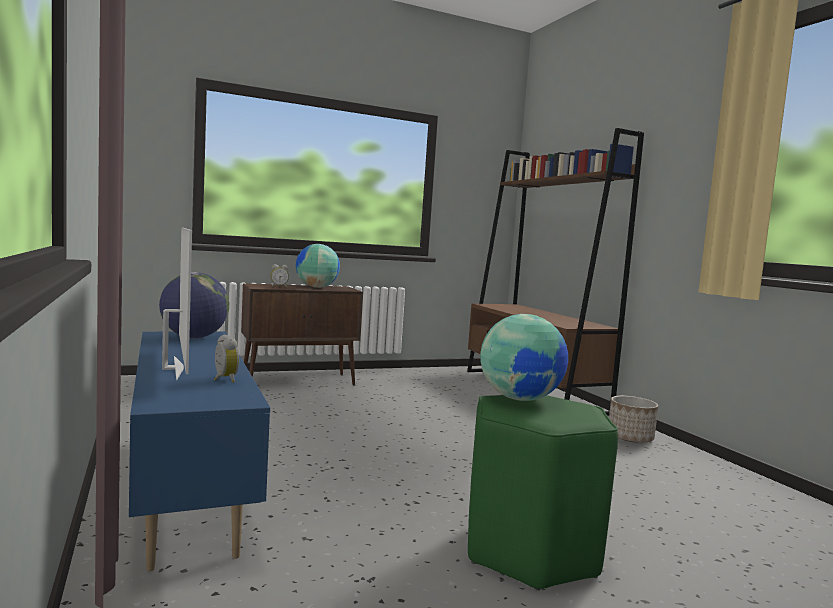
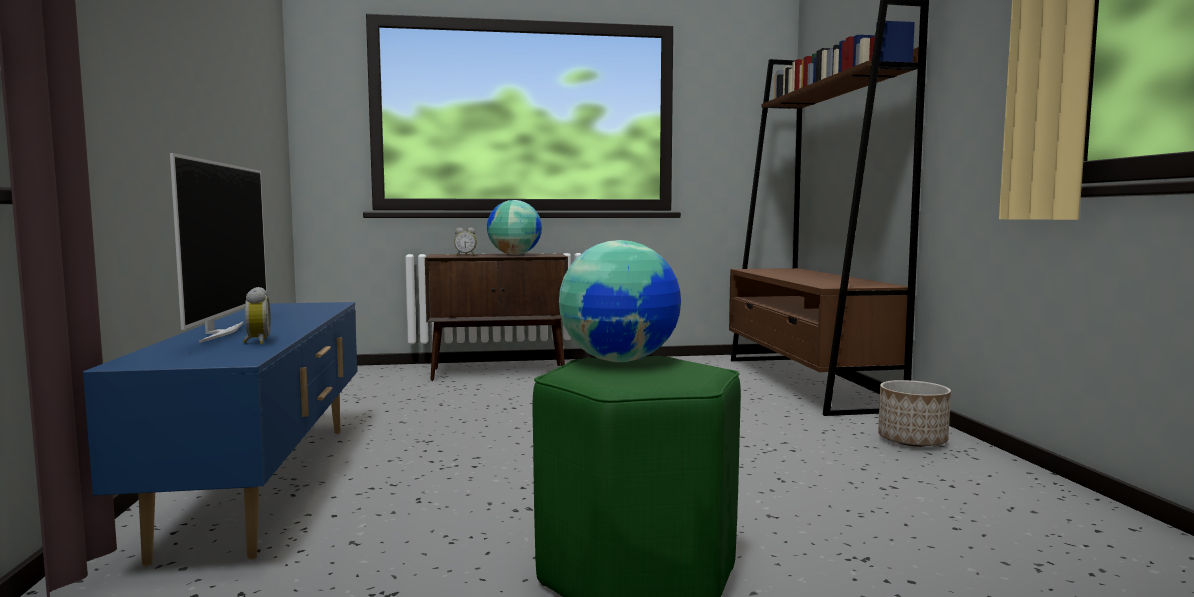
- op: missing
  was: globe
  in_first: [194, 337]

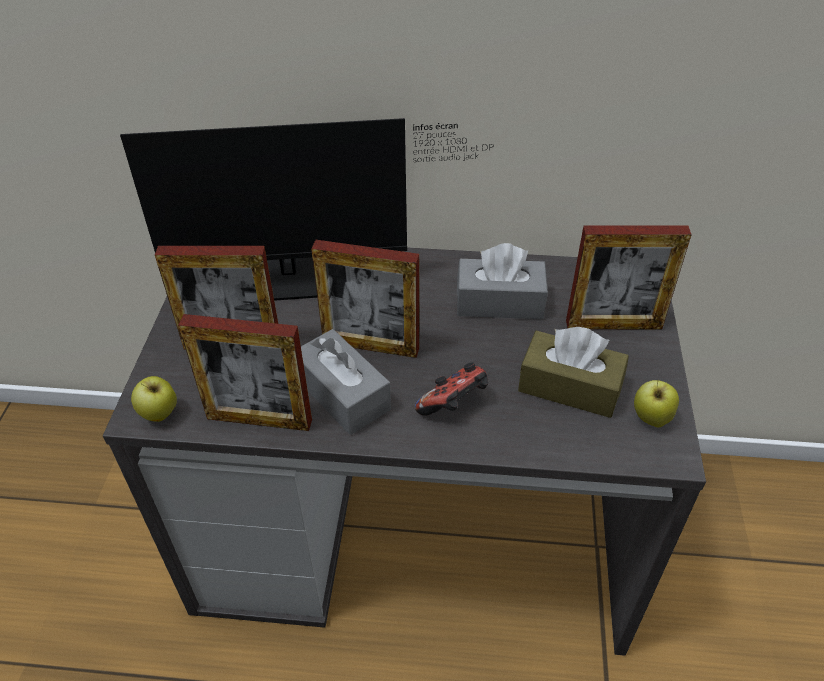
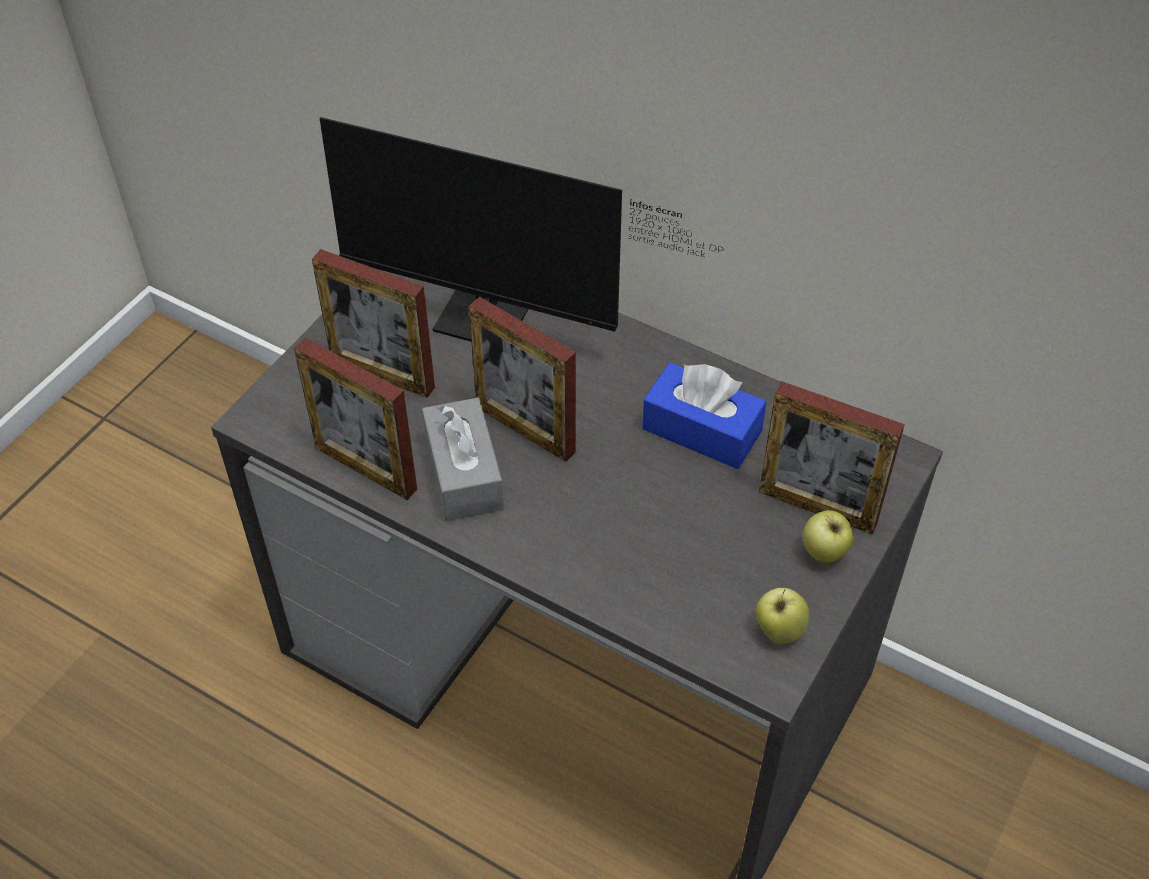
- op: colour
  was: grey tissue box
  now: blue tissue box
  in_first: [499, 302]
  in_second: [701, 430]
- op: relocated
  was: apple
  in_first: [160, 414]
  in_second: [824, 553]
- op: missing
  was: game controller
  in_first: [454, 405]
- op: missing
  was: brown tissue box
  in_first: [569, 387]

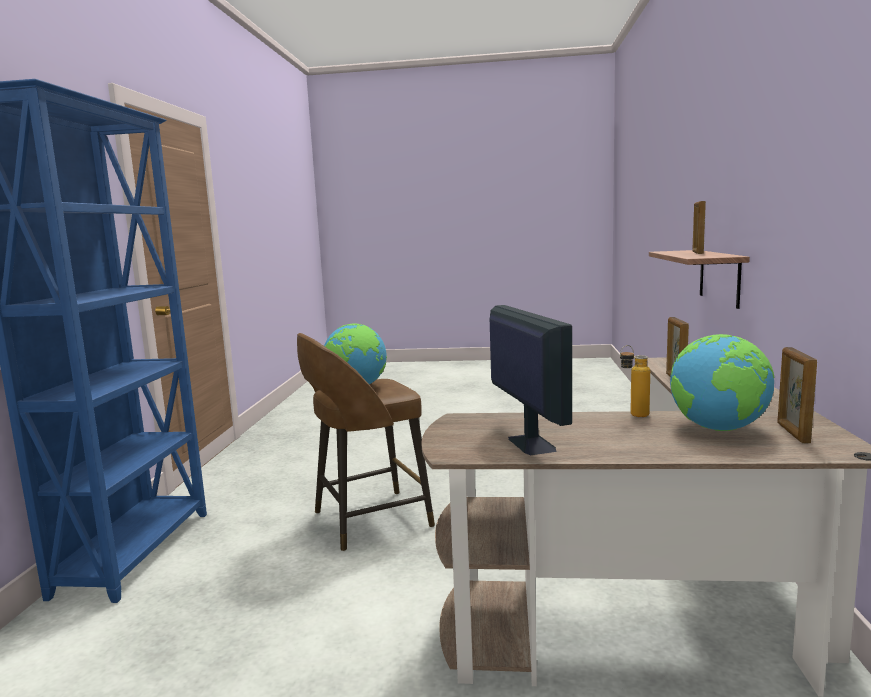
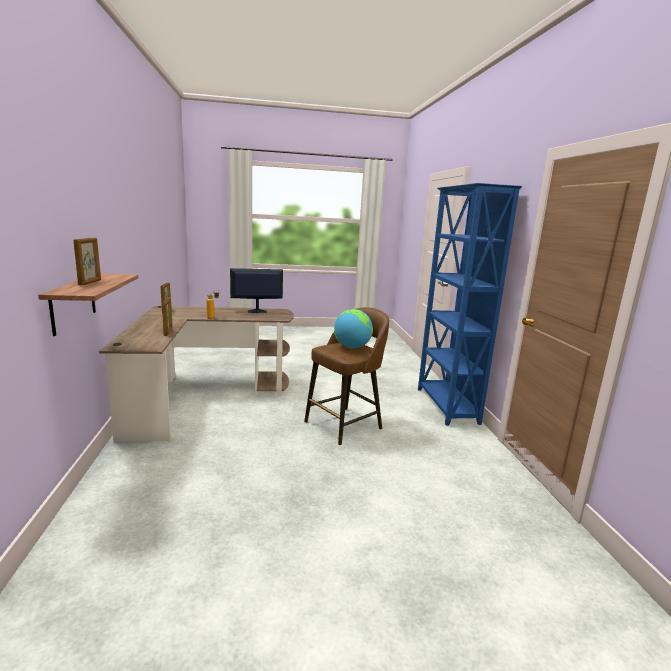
- op: spun
  was: monitor
  in_first: [530, 443]
  in_second: [256, 311]
  clockwise: 105
- op: missing
  was: globe
  in_first: [719, 428]

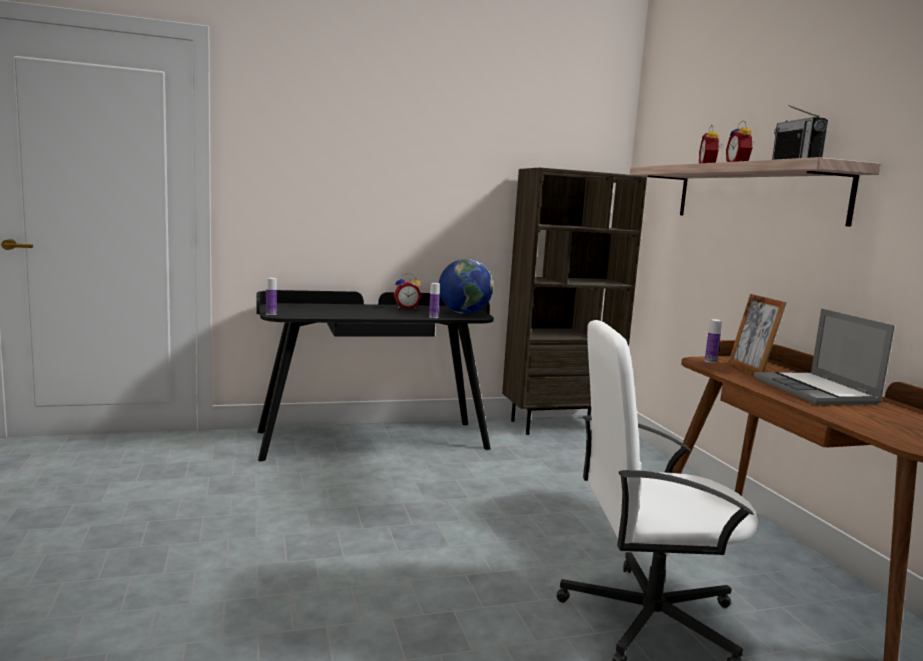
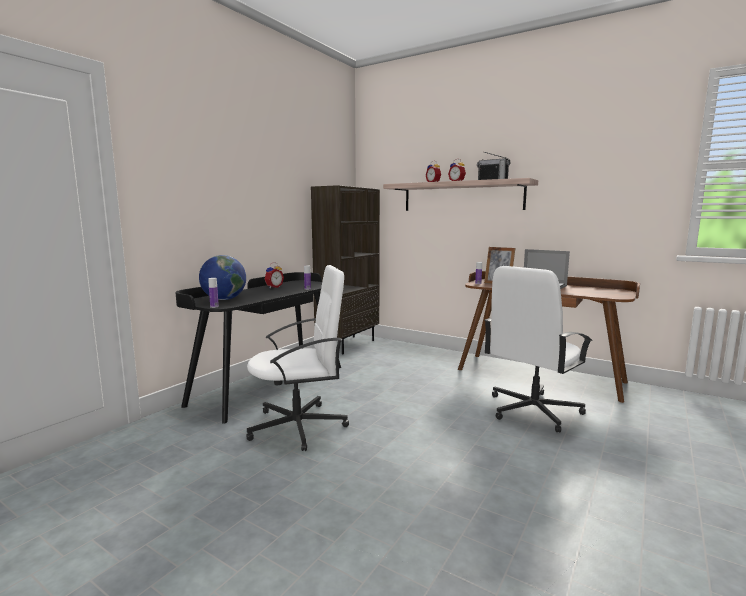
- op: relocated
  was: globe
  in_first: [464, 313]
  in_second: [224, 299]
- op: appeared
  now: white office chair
  in_second: [299, 426]

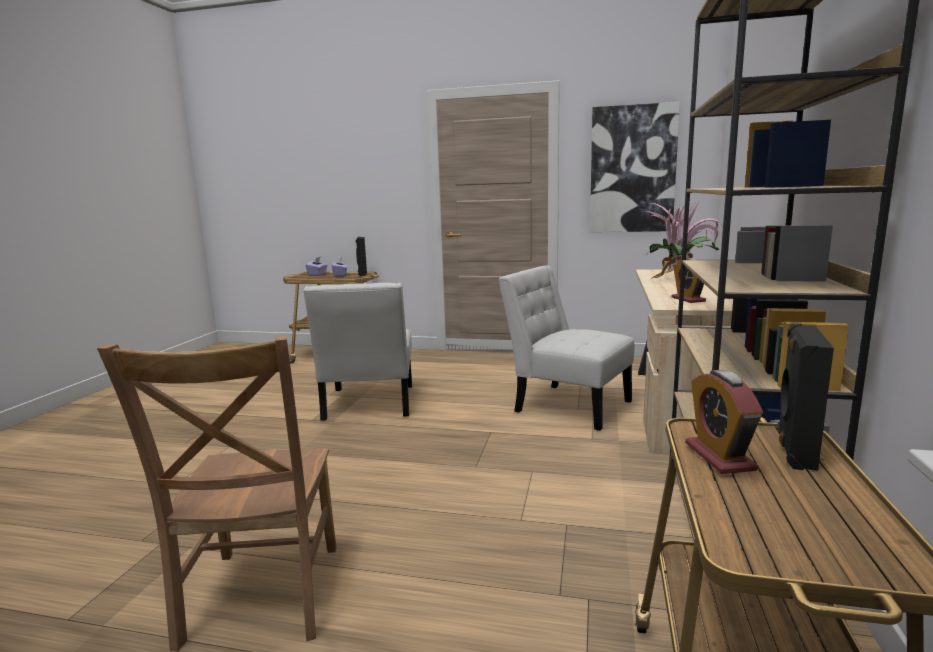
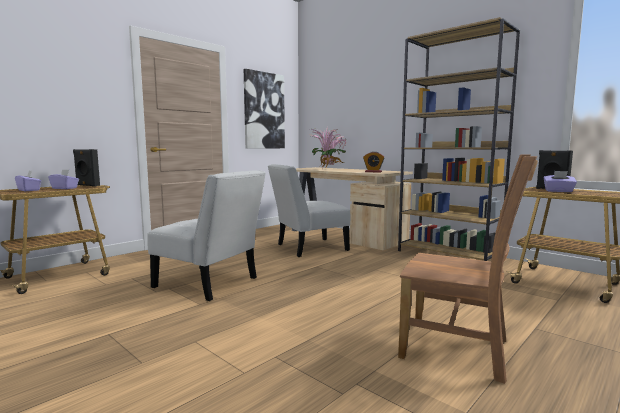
- op: exchanged
  was: alarm clock
  now: purple tissue box
  in_first: [719, 456]
  in_second: [558, 191]

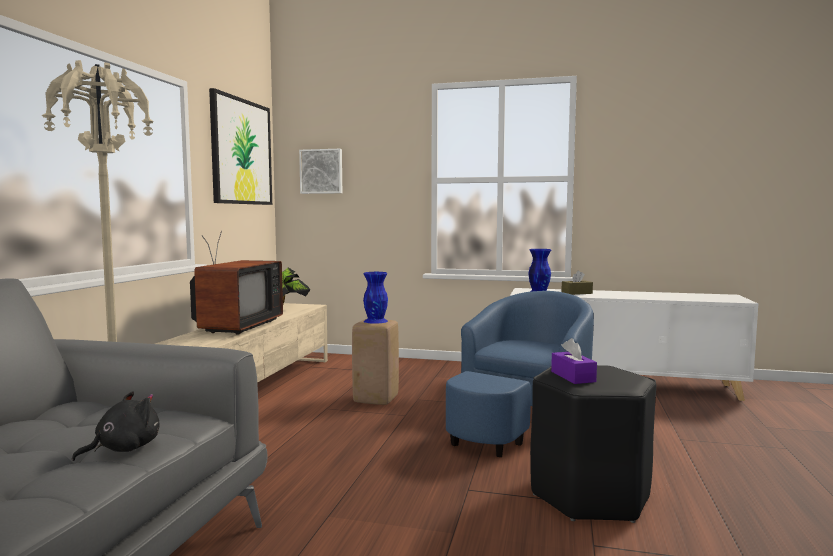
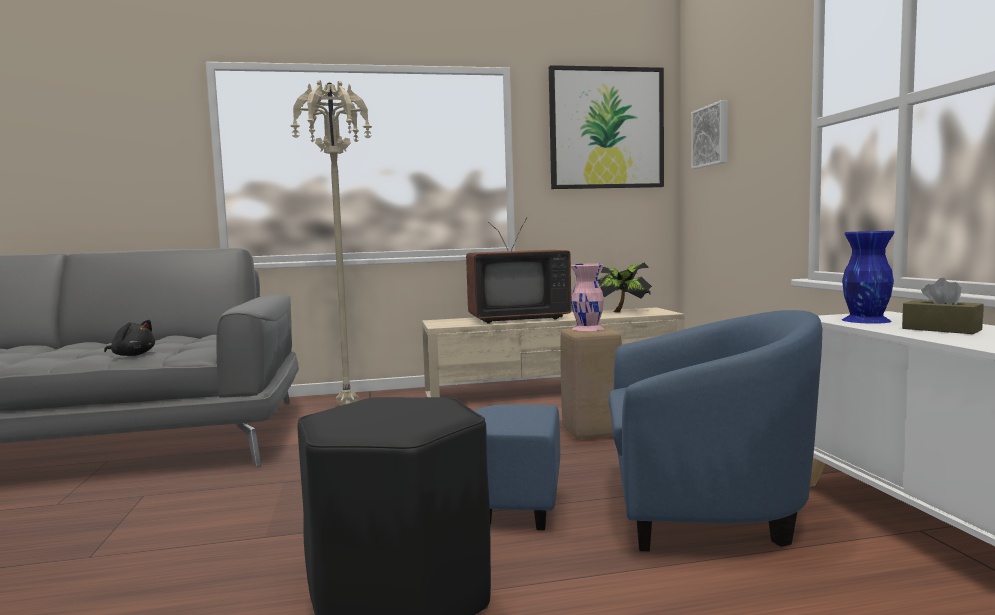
- op: colour
  was: blue vase
  now: pink vase
  in_first: [375, 321]
  in_second: [588, 328]
- op: missing
  was: purple tissue box
  in_first: [573, 376]

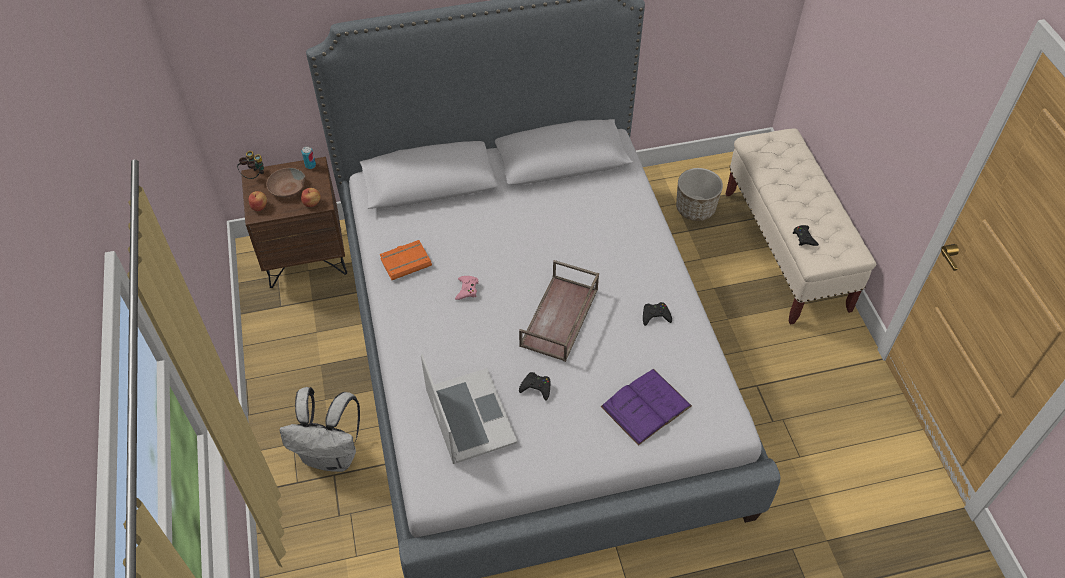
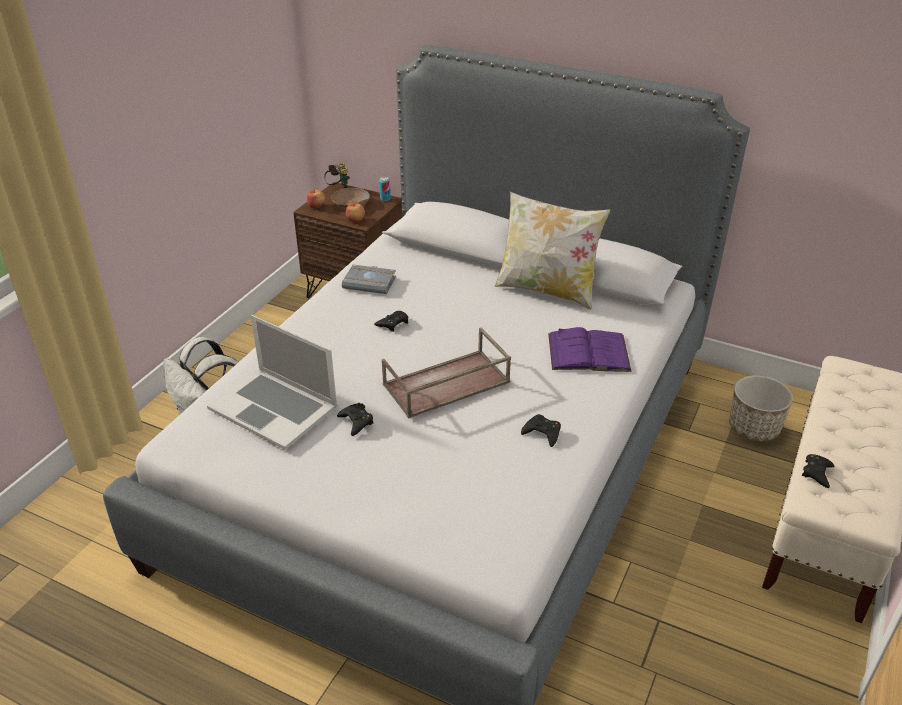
- op: spun
  was: laptop
  in_first: [469, 416]
  in_second: [273, 407]
  clockwise: 105
- op: colour
  was: orange book
  now: grey book
  in_first: [406, 261]
  in_second: [371, 282]
- op: colour
  was: pink game controller
  now: black game controller
  in_first: [467, 289]
  in_second: [393, 323]
- op: appeared
  now: pillow
  in_second: [547, 290]
- op: relocated
  was: purple book
  in_first: [646, 406]
  in_second: [588, 352]

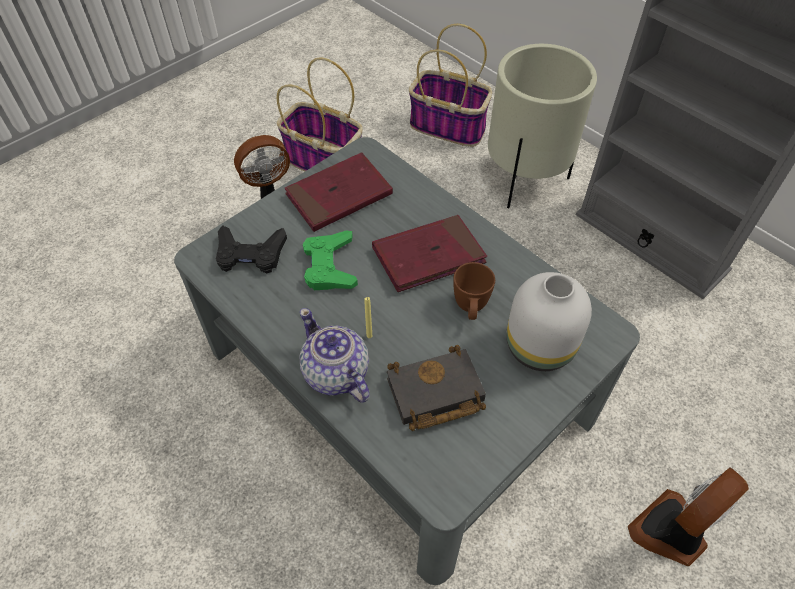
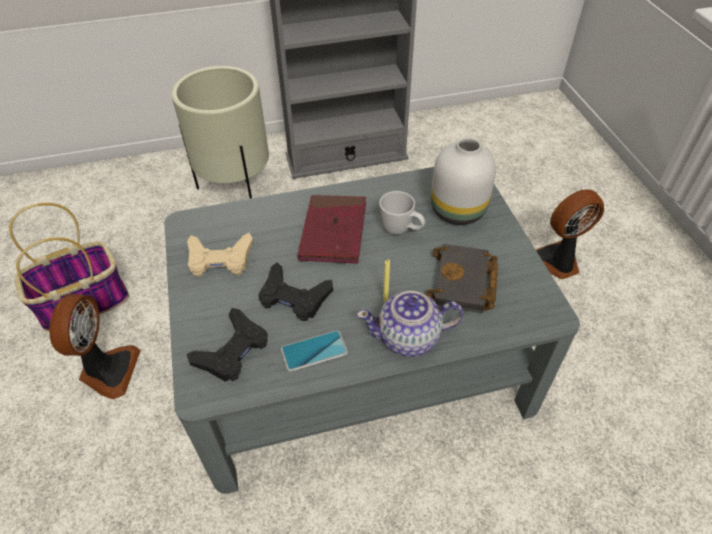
- op: exchanged
  was: red book
  now: beige game controller
  in_first: [339, 195]
  in_second: [220, 259]
- op: colour
  was: green game controller
  now: black game controller
  in_first: [330, 266]
  in_second: [294, 297]
- op: appeared
  now: phone
  in_second: [314, 351]
- op: colour
  was: brown mug
  now: white mug
  in_first: [470, 309]
  in_second: [401, 231]
- op: spun
  was: fan
  in_first: [672, 532]
  in_second: [556, 262]
  clockwise: 75
- op: missing
  was: basket
  in_first: [449, 126]

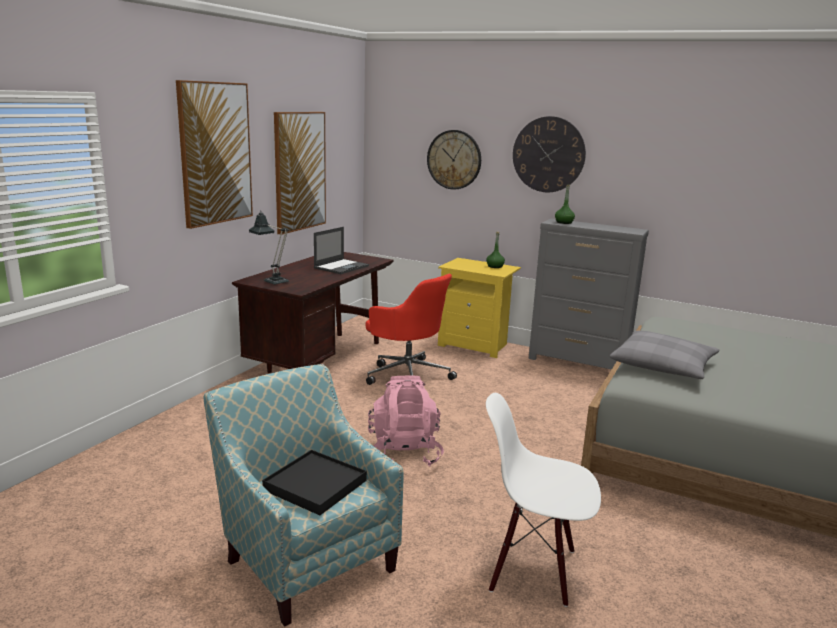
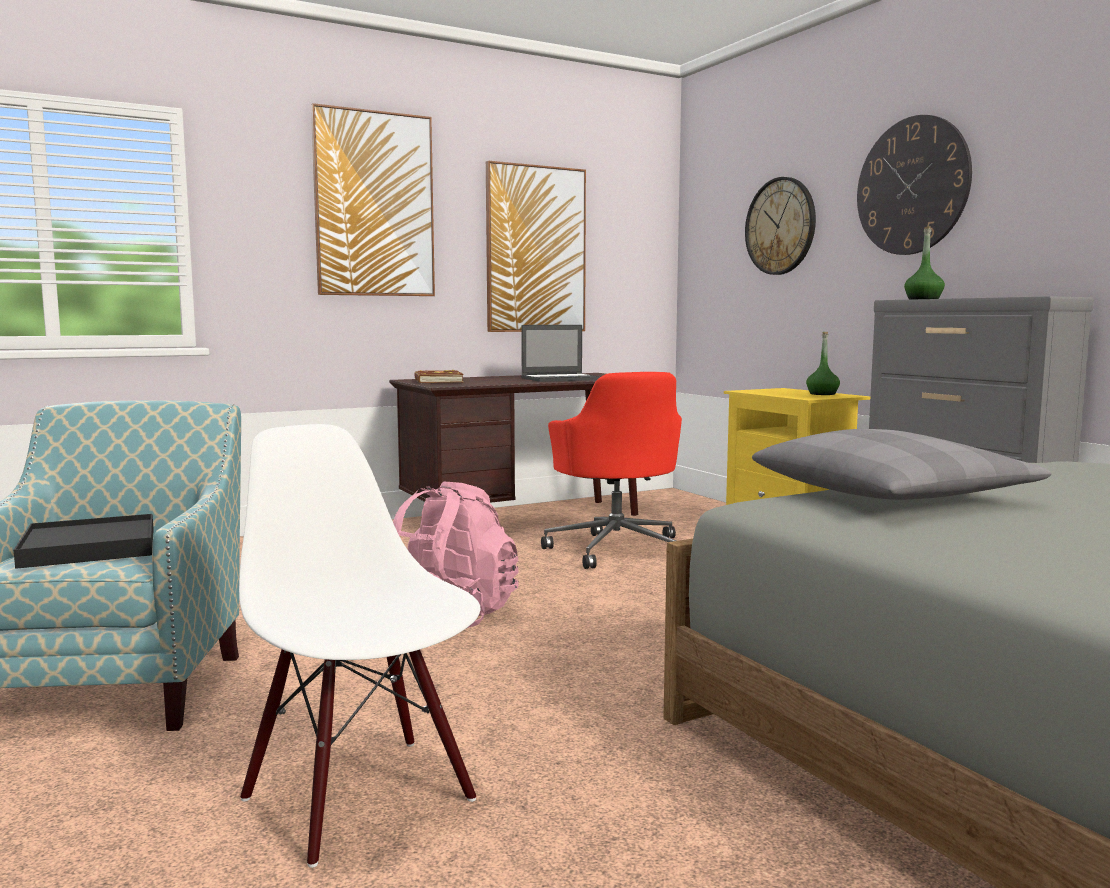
- op: exchanged
  was: table lamp
  now: brown book
  in_first: [273, 281]
  in_second: [437, 381]

